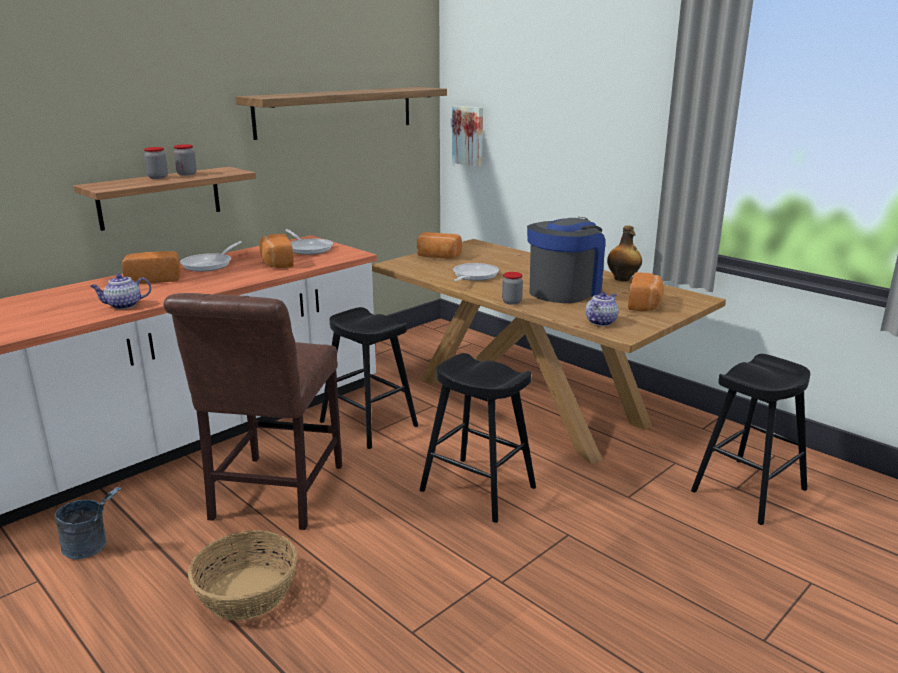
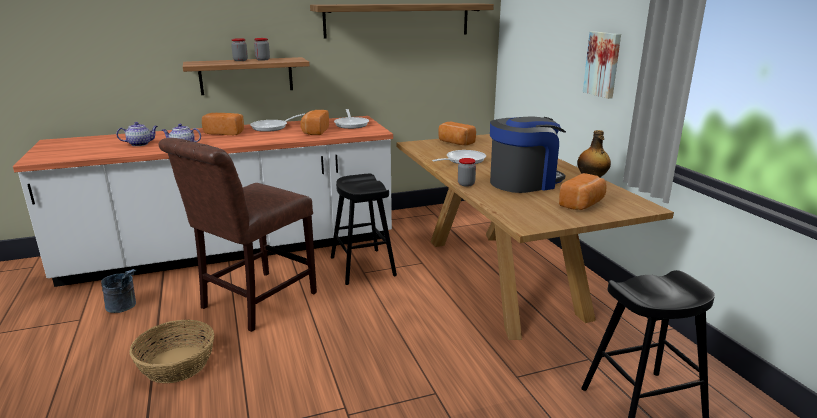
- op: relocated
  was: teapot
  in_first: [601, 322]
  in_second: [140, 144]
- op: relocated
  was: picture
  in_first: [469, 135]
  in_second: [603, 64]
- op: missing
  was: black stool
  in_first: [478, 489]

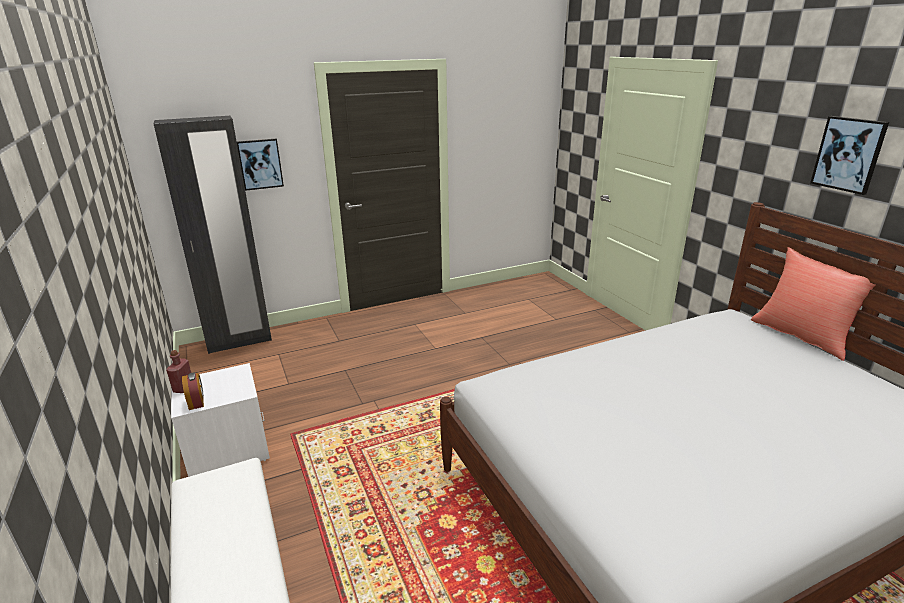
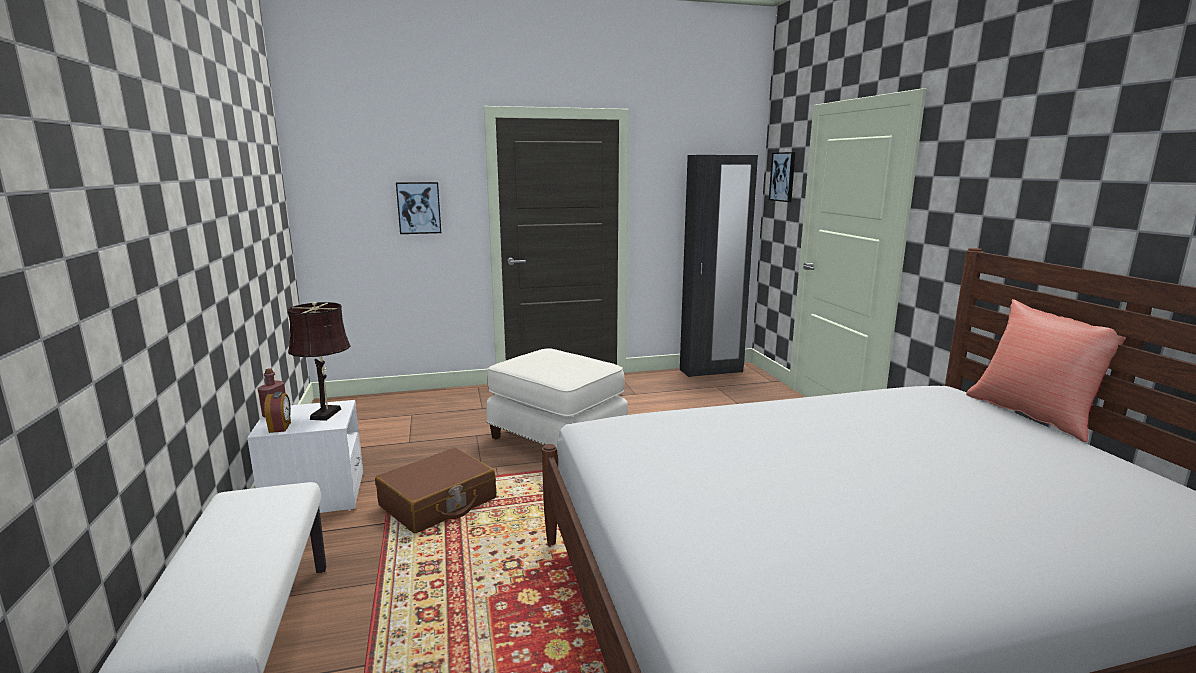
- op: appeared
  now: brown table lamp
  in_second: [327, 413]
- op: appeared
  now: brown suitcase
  in_second: [438, 503]
- op: appeared
  now: white ottoman
  in_second: [556, 439]
- op: relocated
  was: black wardrobe
  in_first: [239, 342]
  in_second: [711, 371]
- op: relocated
  was: picture
  in_first: [848, 154]
  in_second: [783, 176]

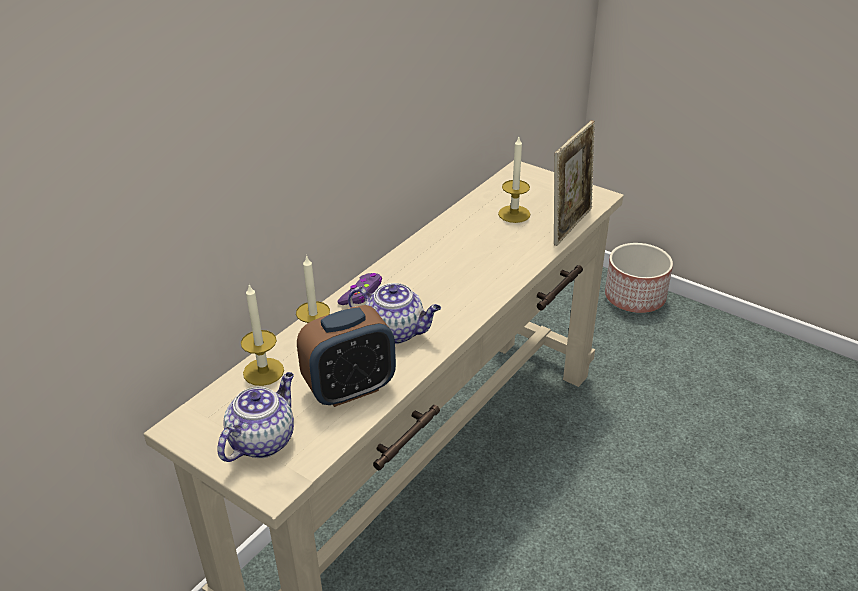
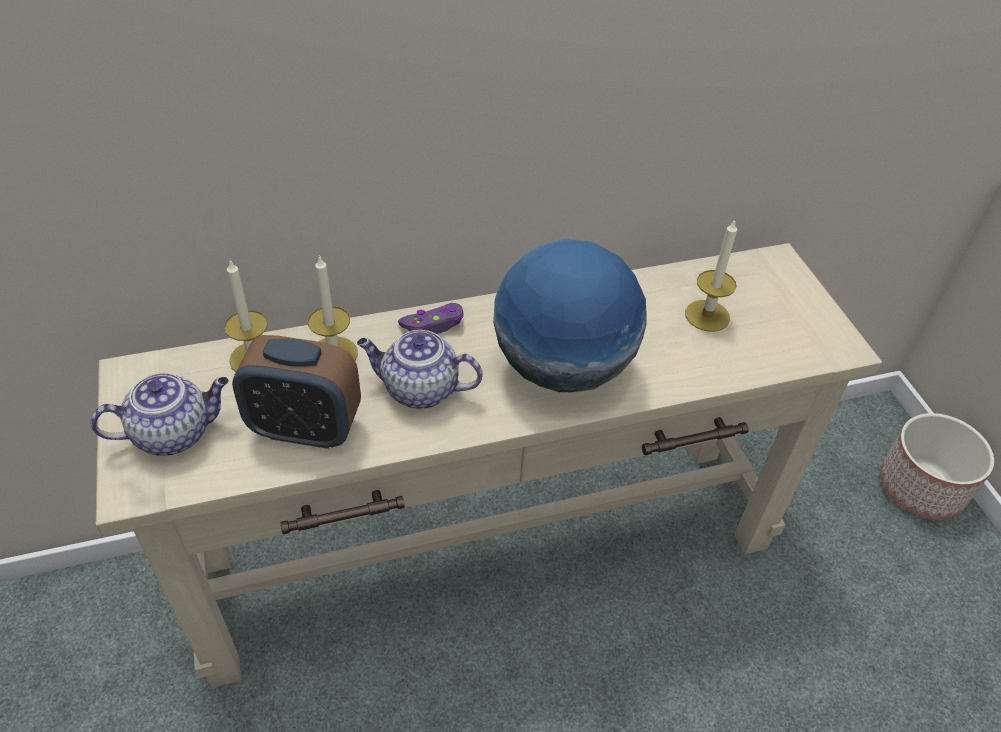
- op: spun
  was: teapot
  in_first: [396, 332]
  in_second: [419, 390]
  clockwise: 135
- op: appeared
  now: globe
  in_second: [563, 367]
- op: missing
  was: picture frame
  in_first: [570, 225]

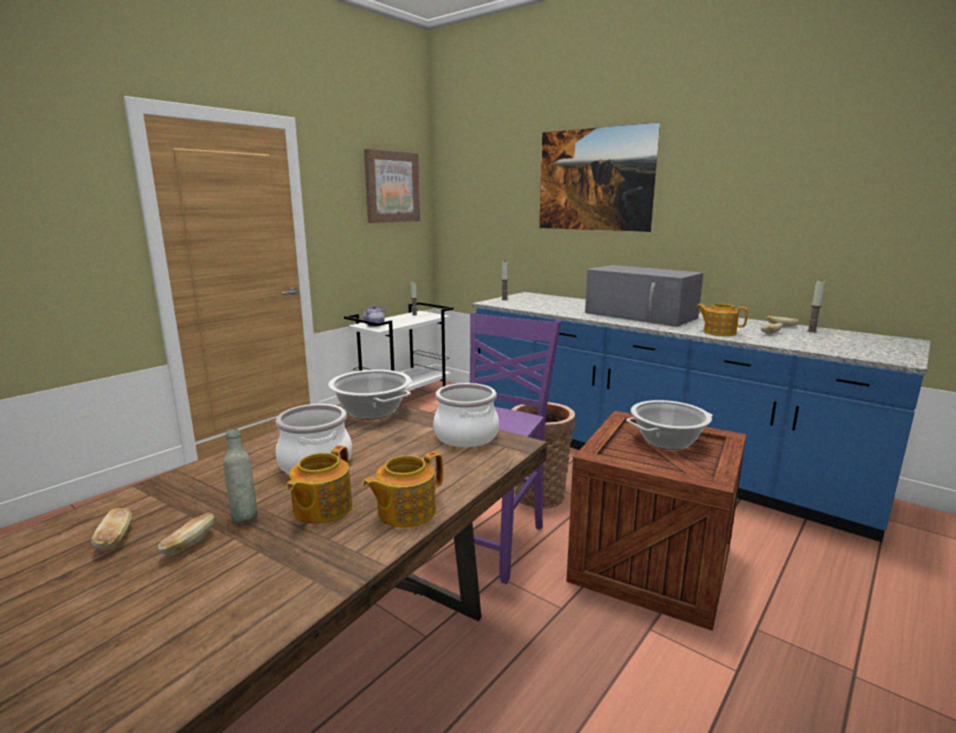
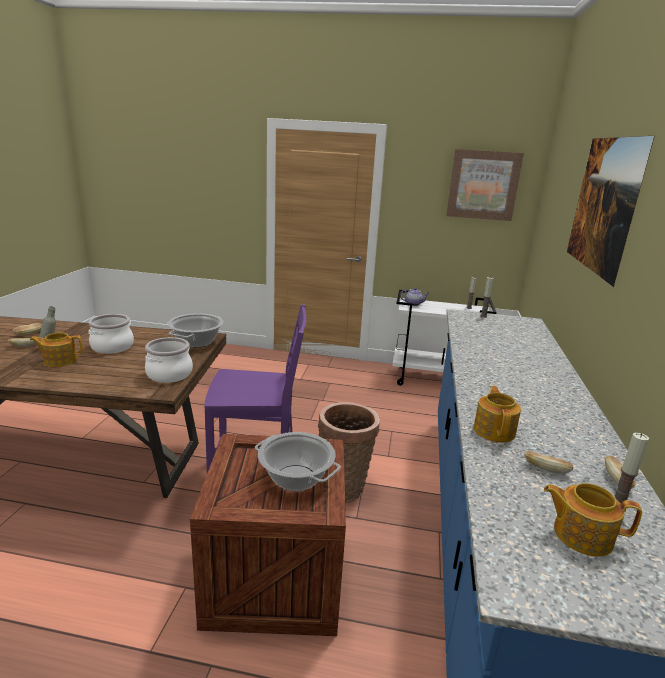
- op: relocated
  was: teapot
  in_first: [405, 511]
  in_second: [581, 534]
- op: missing
  was: grey microwave
  in_first: [642, 315]

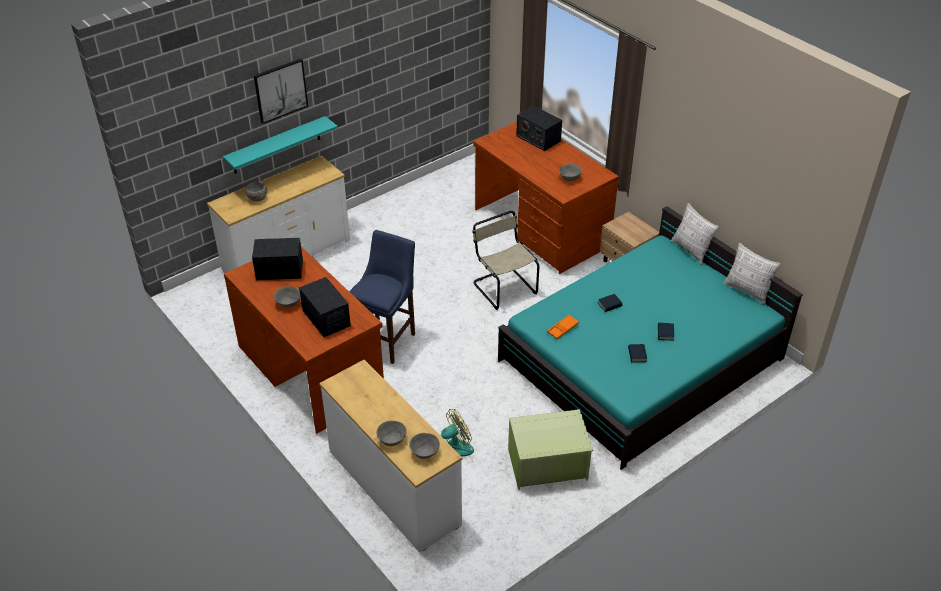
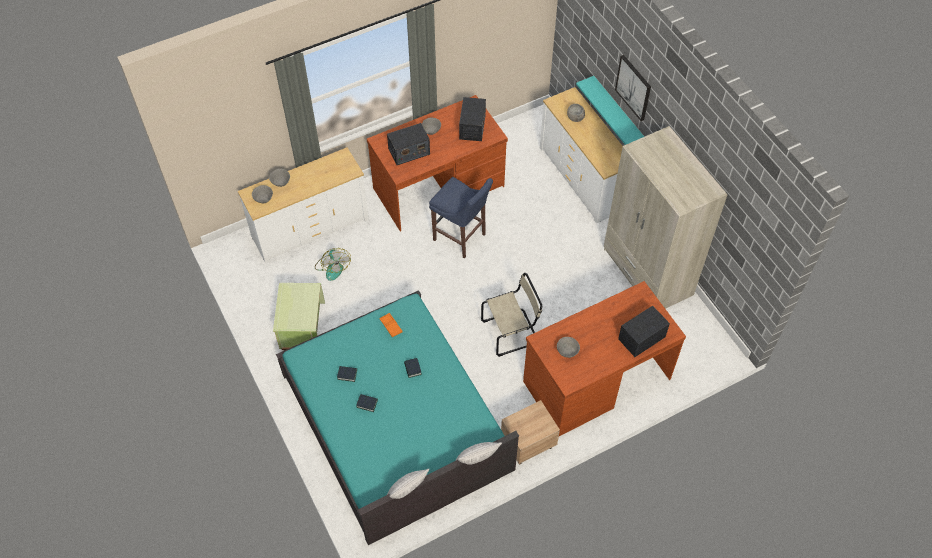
- op: appeared
  now: beige wardrobe
  in_second: [647, 272]

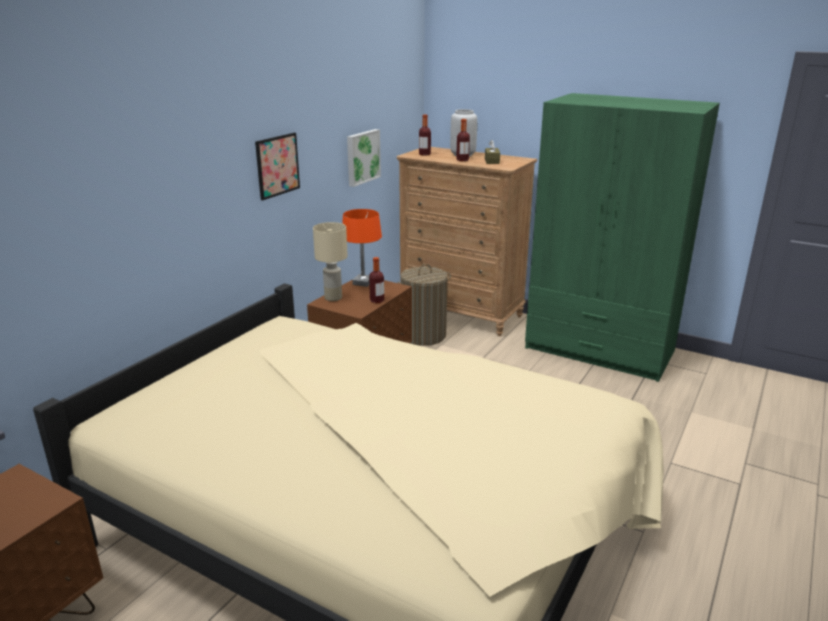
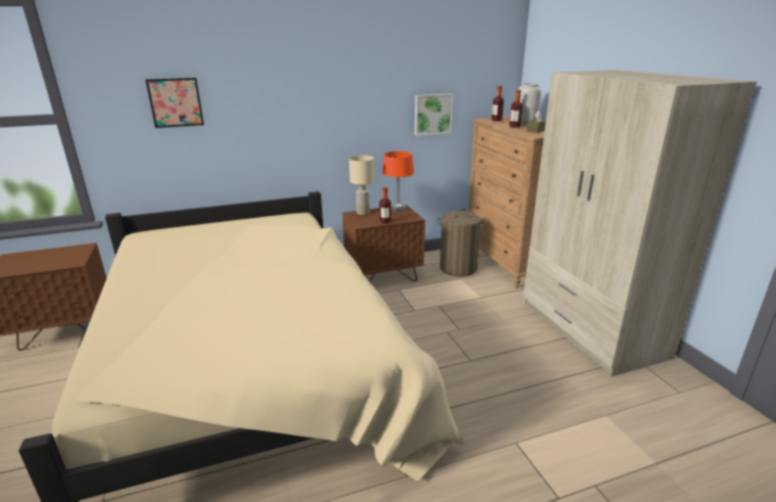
- op: relocated
  was: picture
  in_first: [277, 165]
  in_second: [175, 102]
- op: colour
  was: green wardrobe
  now: beige wardrobe
  in_first: [599, 350]
  in_second: [590, 329]

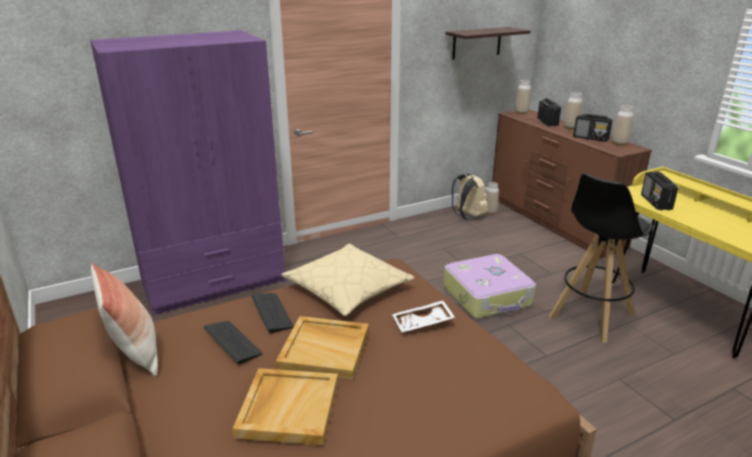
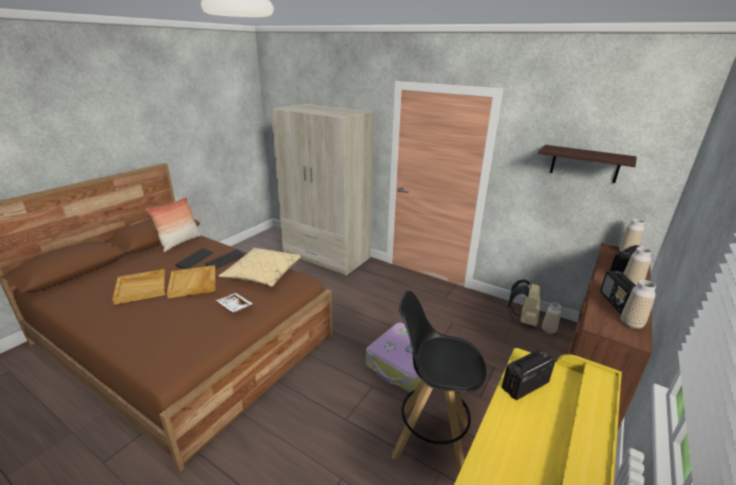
- op: colour
  was: purple wardrobe
  now: beige wardrobe
  in_first: [214, 281]
  in_second: [326, 256]

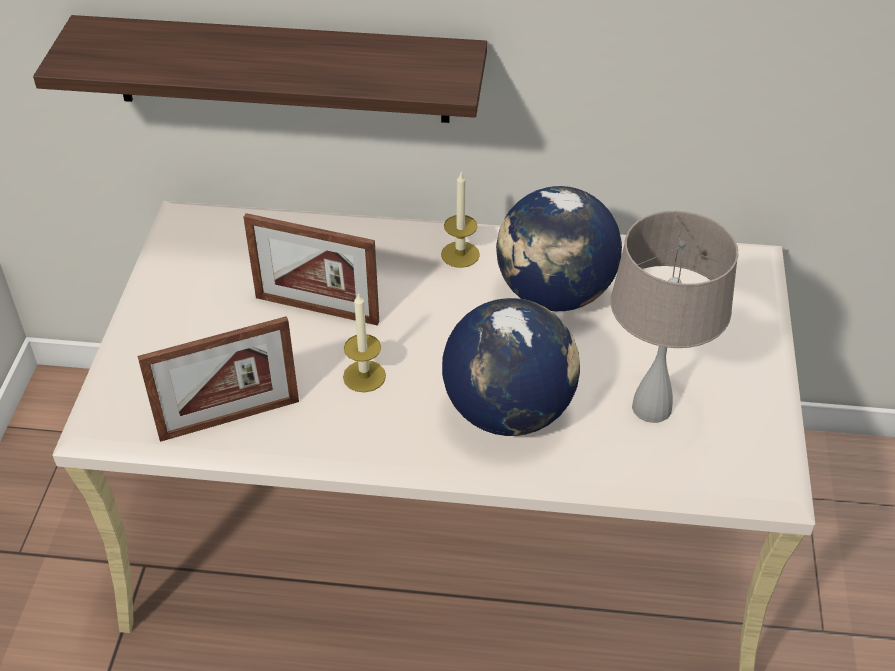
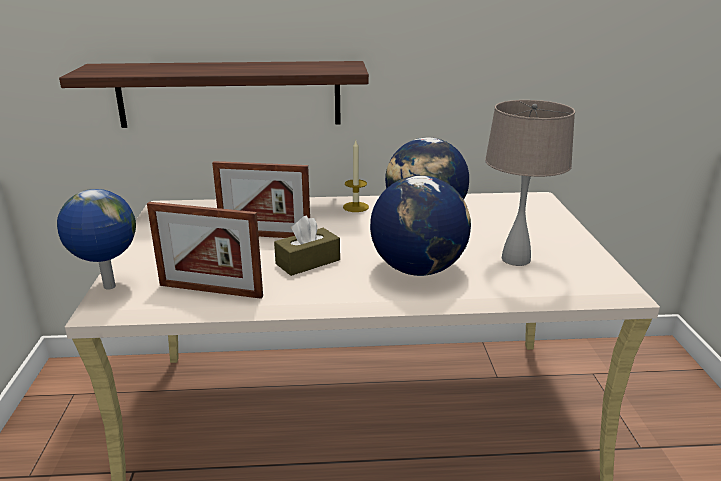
- op: appeared
  now: globe
  in_second: [109, 287]
- op: spun
  was: picture frame
  in_first: [229, 419]
  in_second: [210, 290]
  clockwise: 45
- op: exchanged
  was: candle
  now: brown tissue box
  in_first: [364, 376]
  in_second: [308, 262]

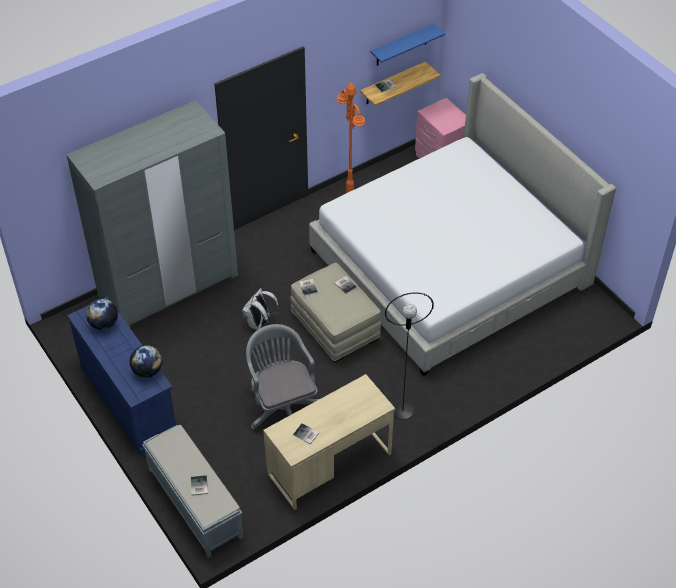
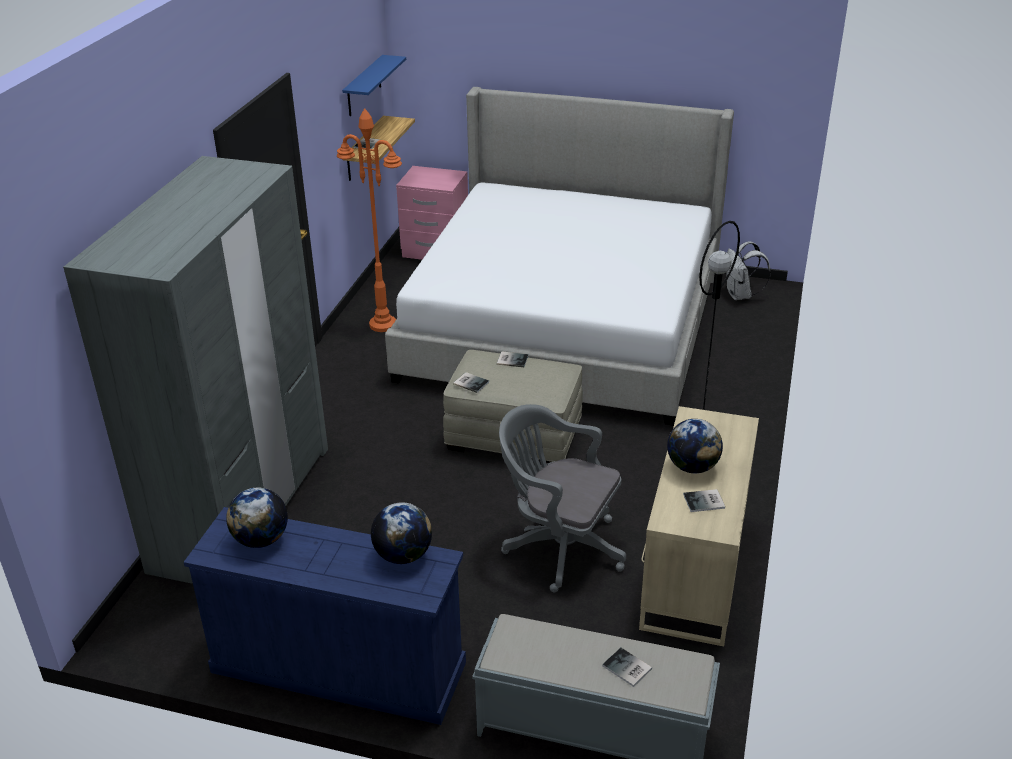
- op: appeared
  now: globe
  in_second: [692, 467]
- op: relocated
  was: white backpack
  in_first: [260, 324]
  in_second: [740, 295]

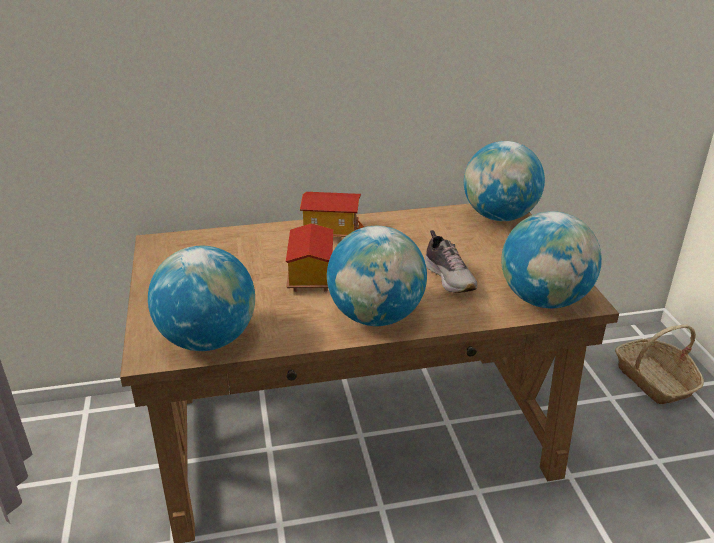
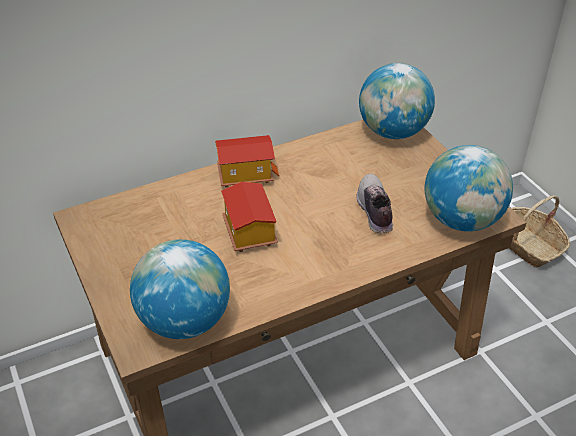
- op: spun
  was: shoe
  in_first: [450, 278]
  in_second: [374, 210]
  clockwise: -150
- op: missing
  was: globe
  in_first: [376, 317]

